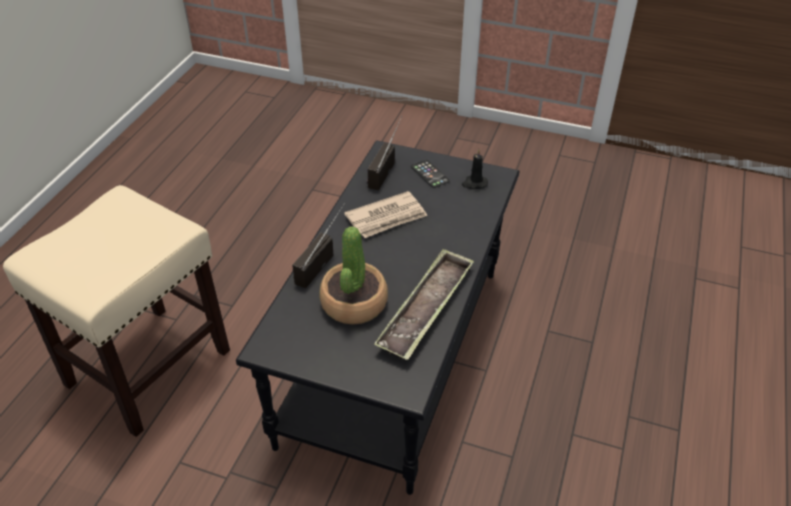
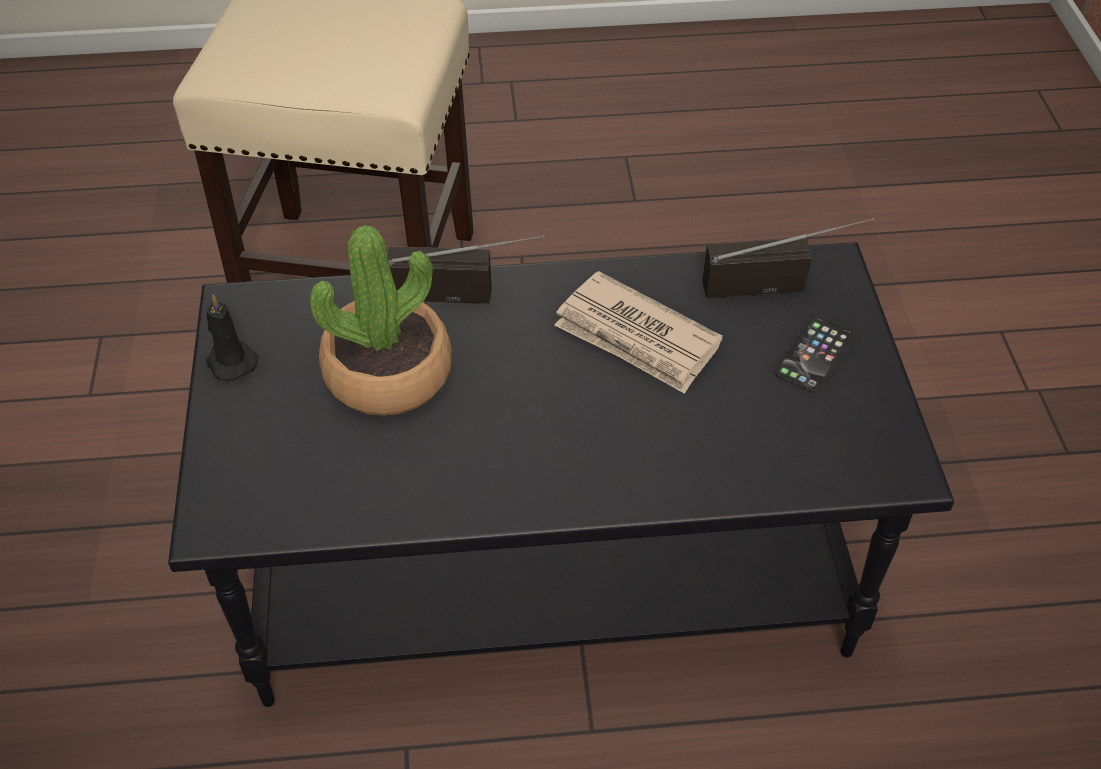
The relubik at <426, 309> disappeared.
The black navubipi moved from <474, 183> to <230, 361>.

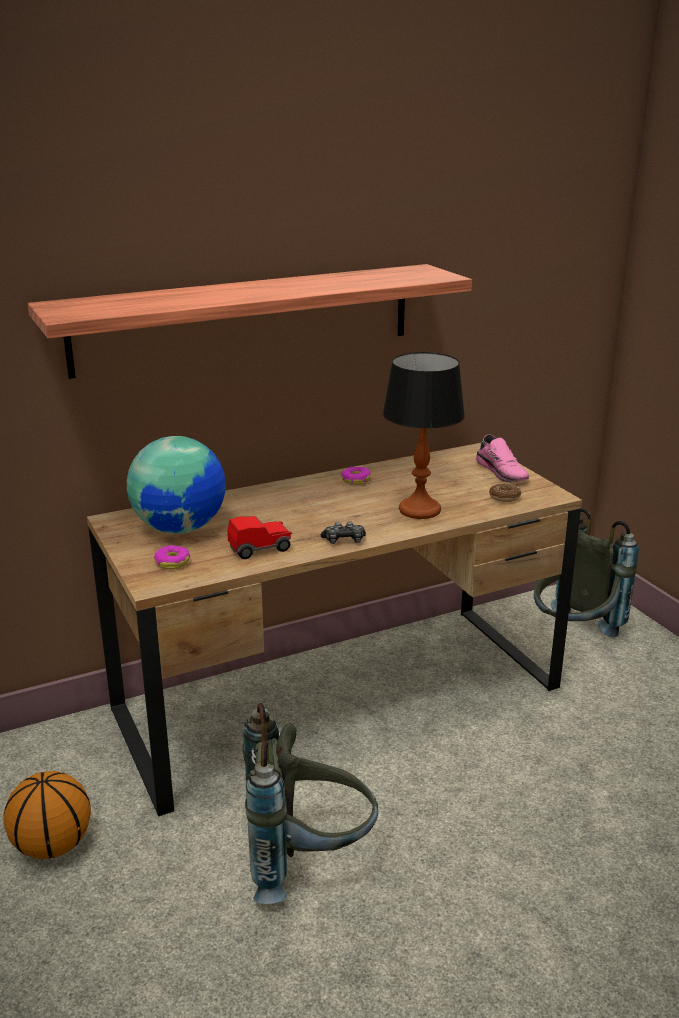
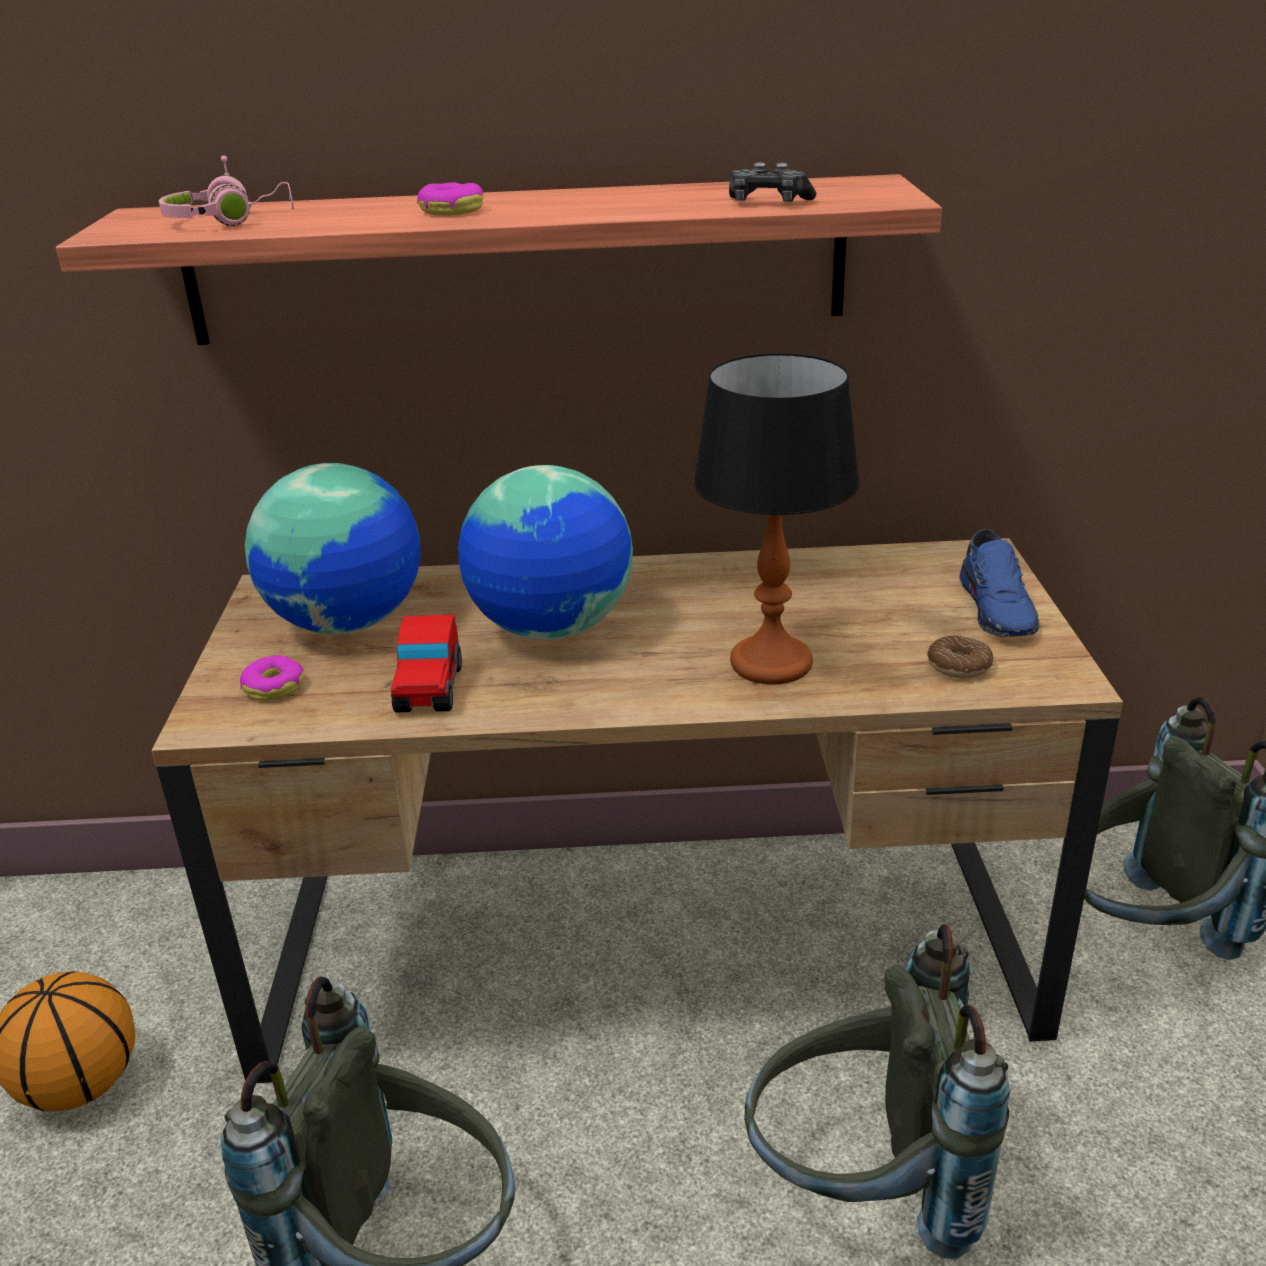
The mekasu at <260, 549> turned 90 degrees clockwise.
The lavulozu moved from <344, 541> to <768, 202>.
The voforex moved from <355, 480> to <451, 210>.
The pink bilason at <503, 472> became the blue bilason at <998, 609>.
The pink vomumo at <229, 221> appeared.
The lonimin at <552, 629> appeared.
The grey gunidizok at <863, 1190> appeared.

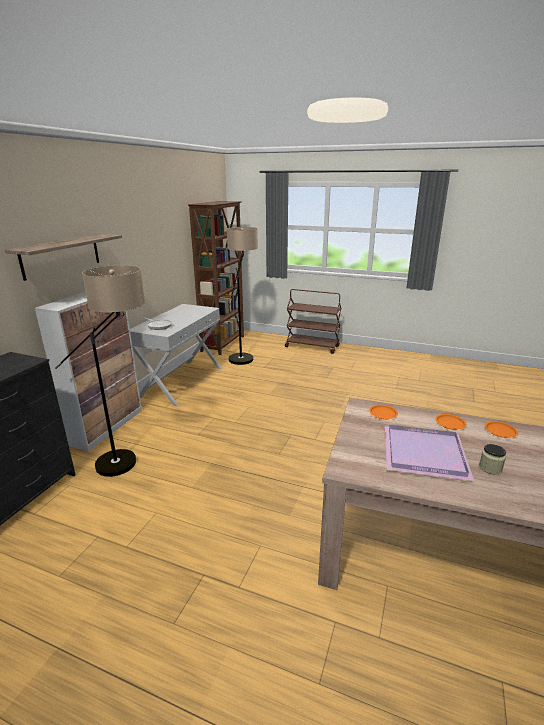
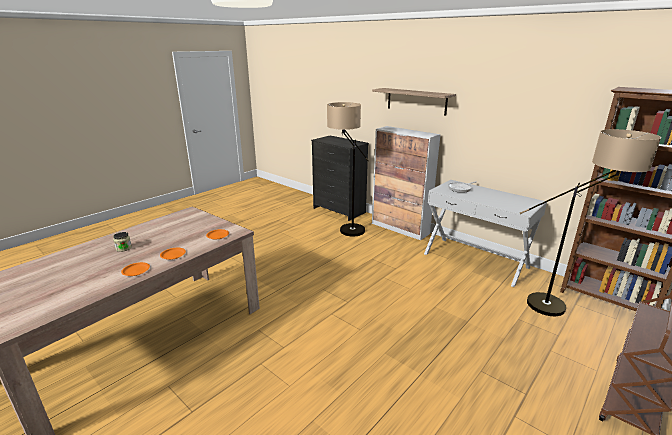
The purple relubik at <423, 454> disappeared.

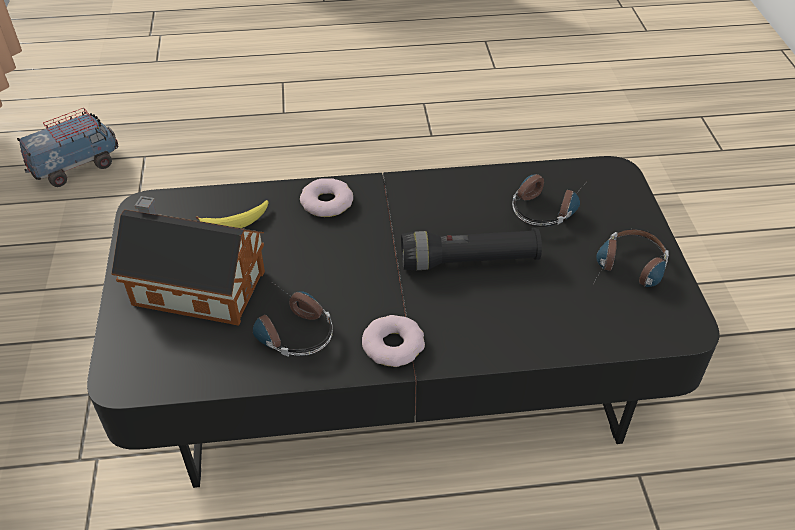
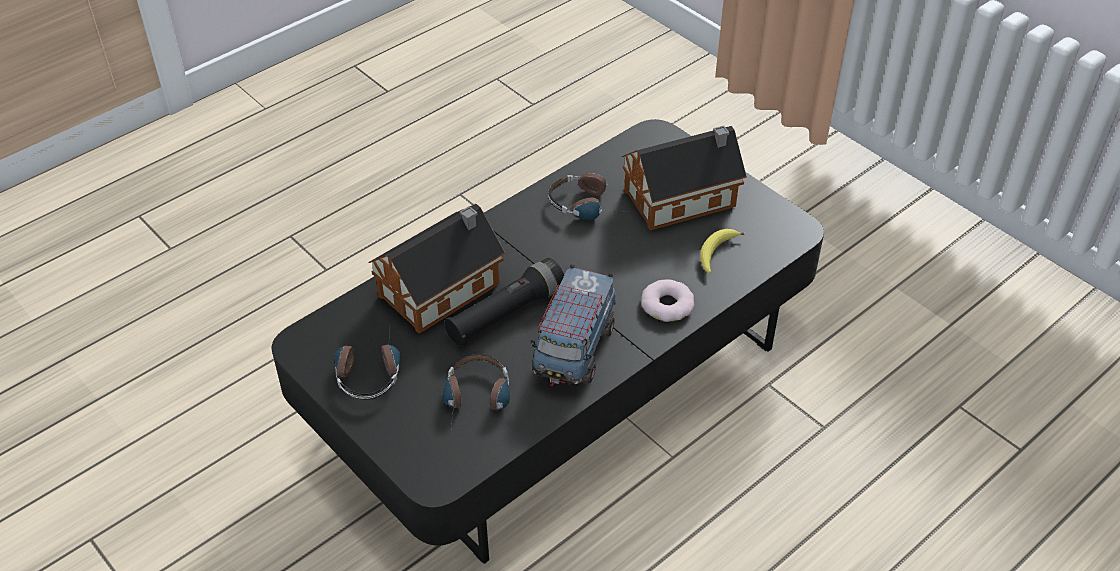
The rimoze moved from <76, 167> to <573, 350>.
The voforex at <393, 345> disappeared.
The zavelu at <444, 288> appeared.

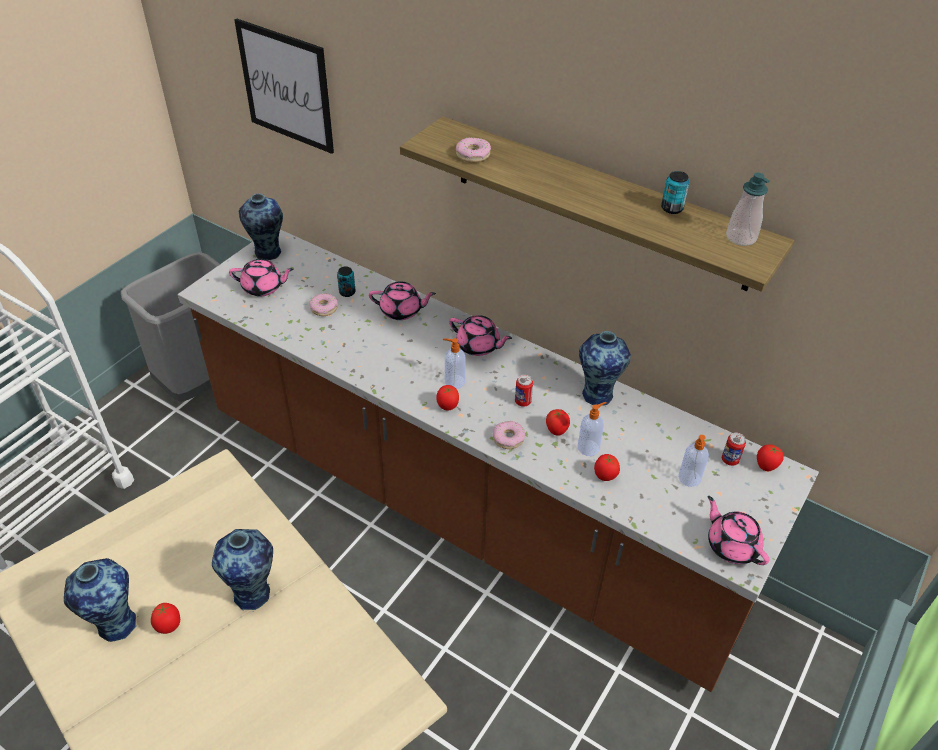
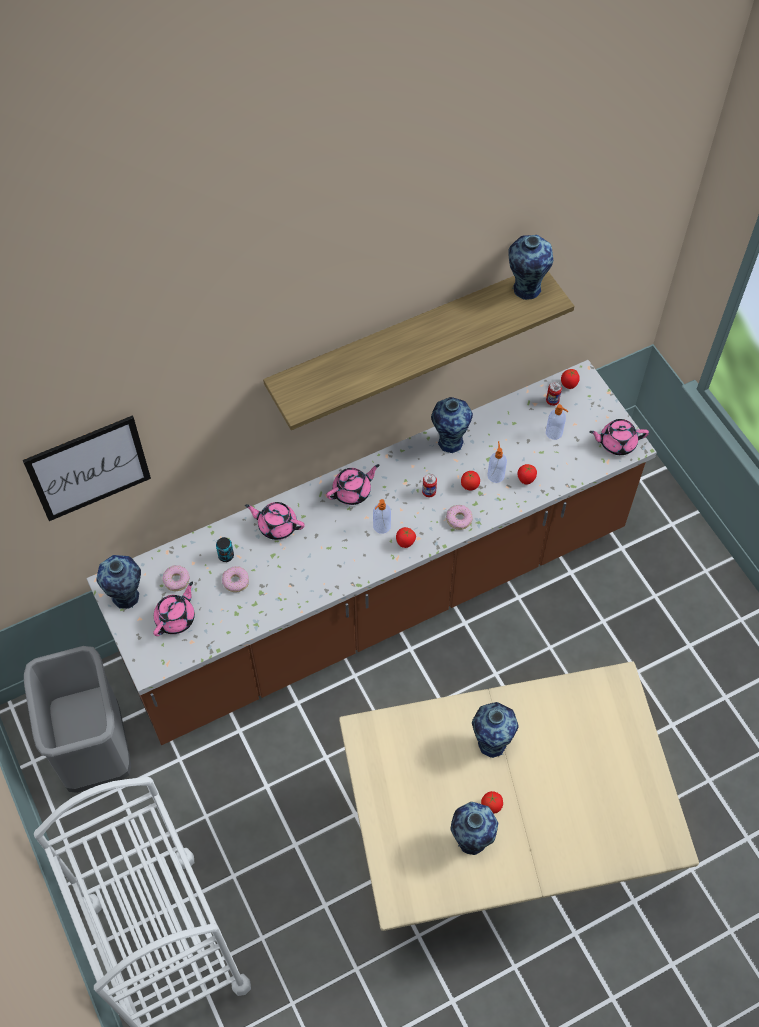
The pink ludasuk at <402, 311> turned 105 degrees counterclockwise.
The voforex moved from <473, 155> to <176, 580>.
The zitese at <672, 208> disappeared.
The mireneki at <741, 237> was replaced by the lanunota at <525, 289>.

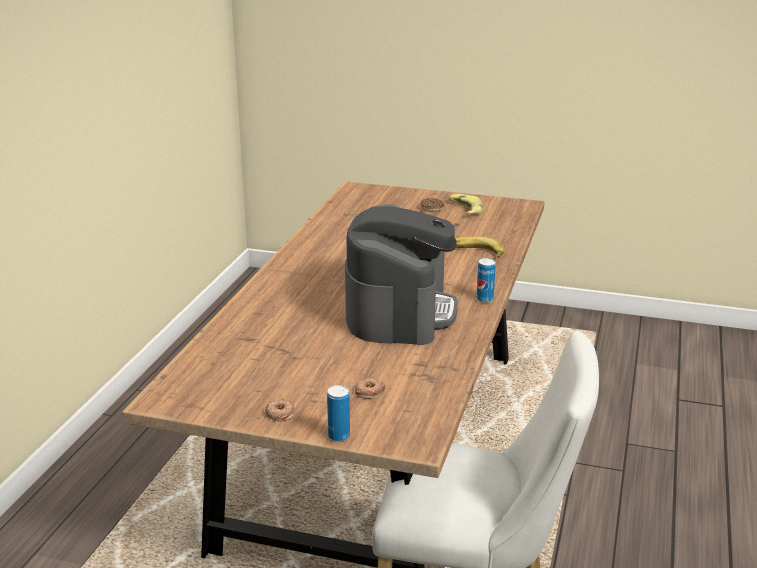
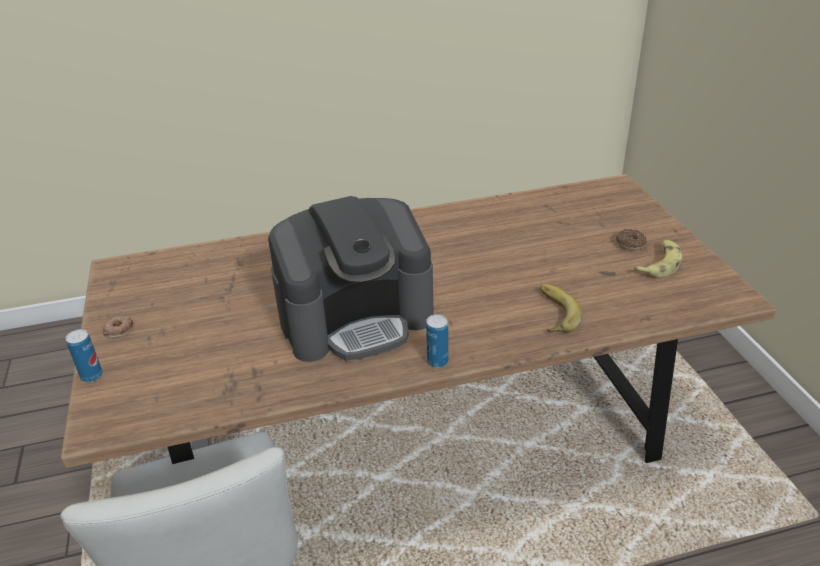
The voforex at <369, 391> disappeared.

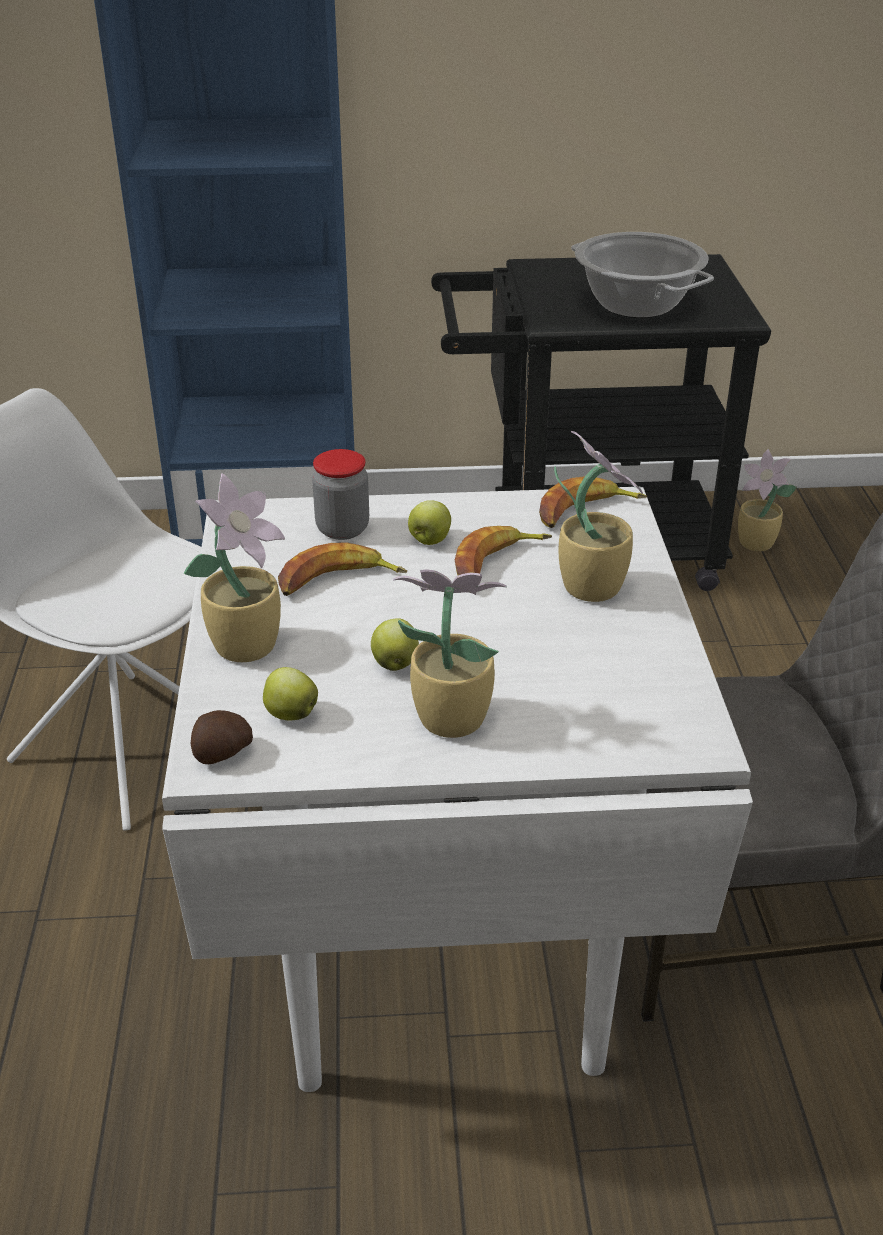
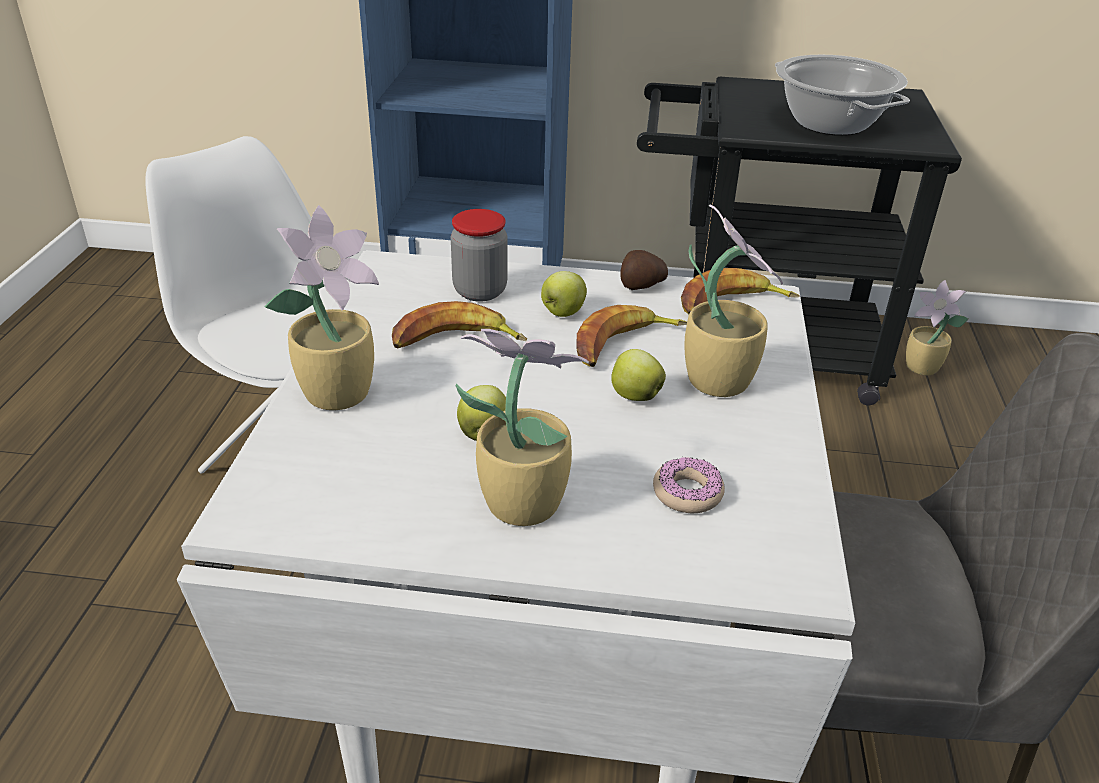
The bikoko moved from <221, 754> to <640, 286>.
The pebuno moved from <290, 714> to <634, 395>.
The voforex at <687, 493> appeared.

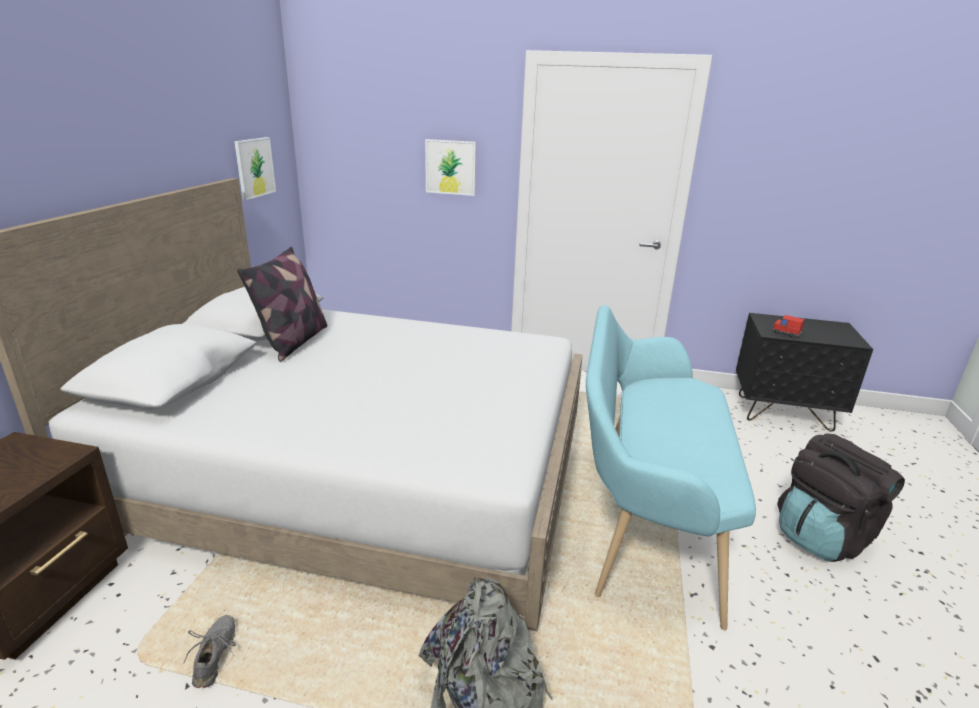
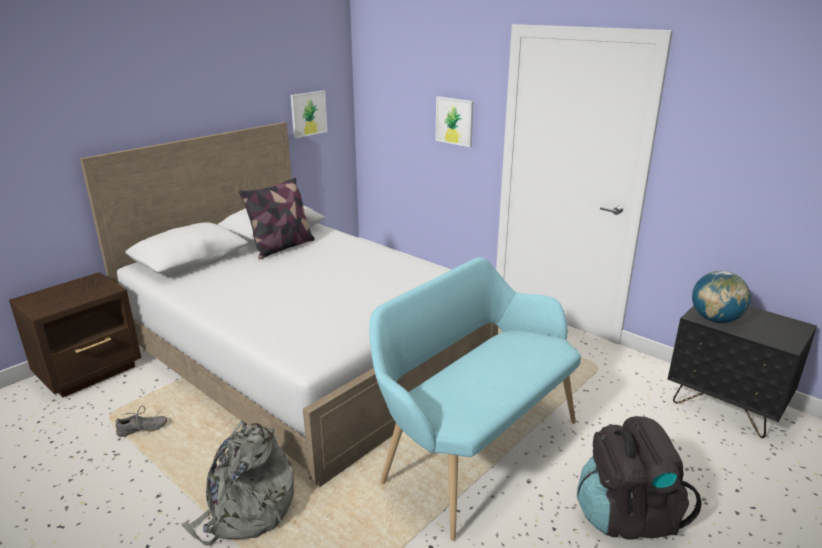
The grey bilason at <215, 655> turned 45 degrees clockwise.
The red mekasu at <786, 333> was replaced by the lonimin at <715, 320>.

